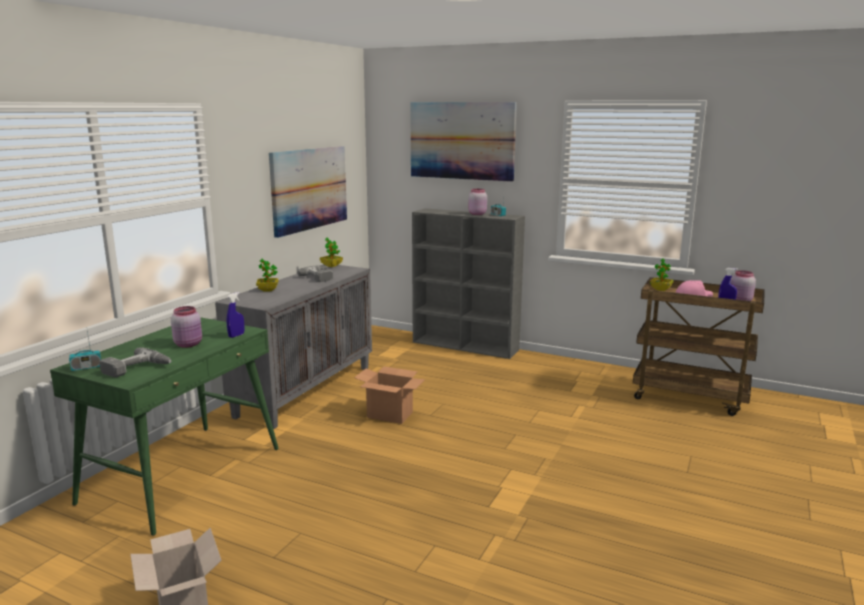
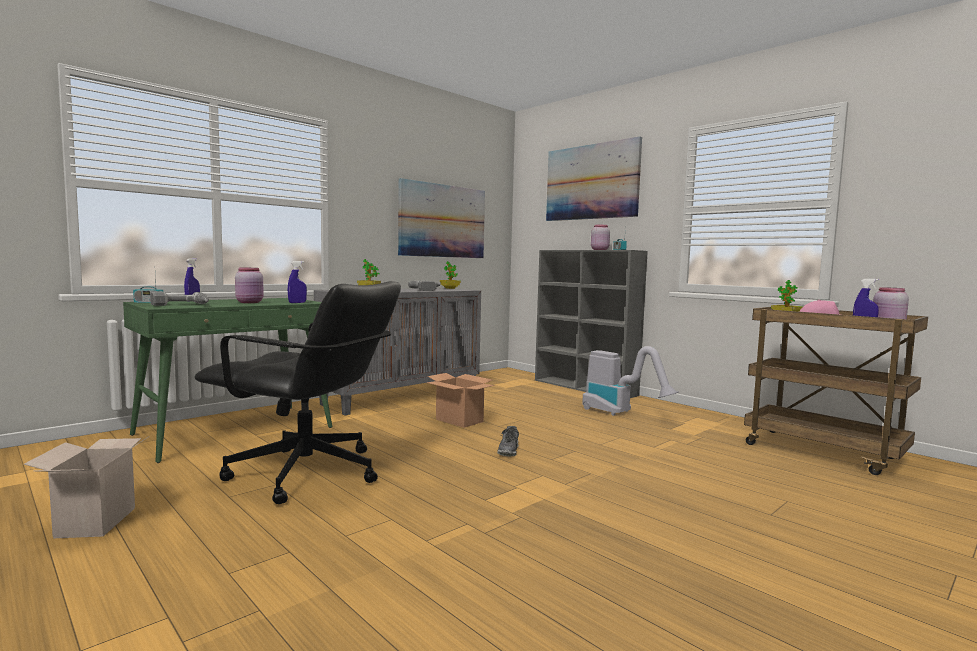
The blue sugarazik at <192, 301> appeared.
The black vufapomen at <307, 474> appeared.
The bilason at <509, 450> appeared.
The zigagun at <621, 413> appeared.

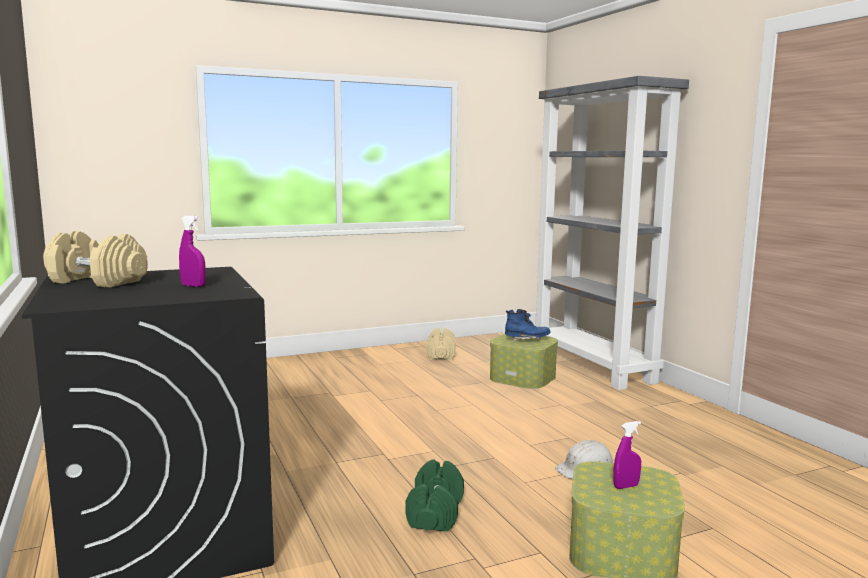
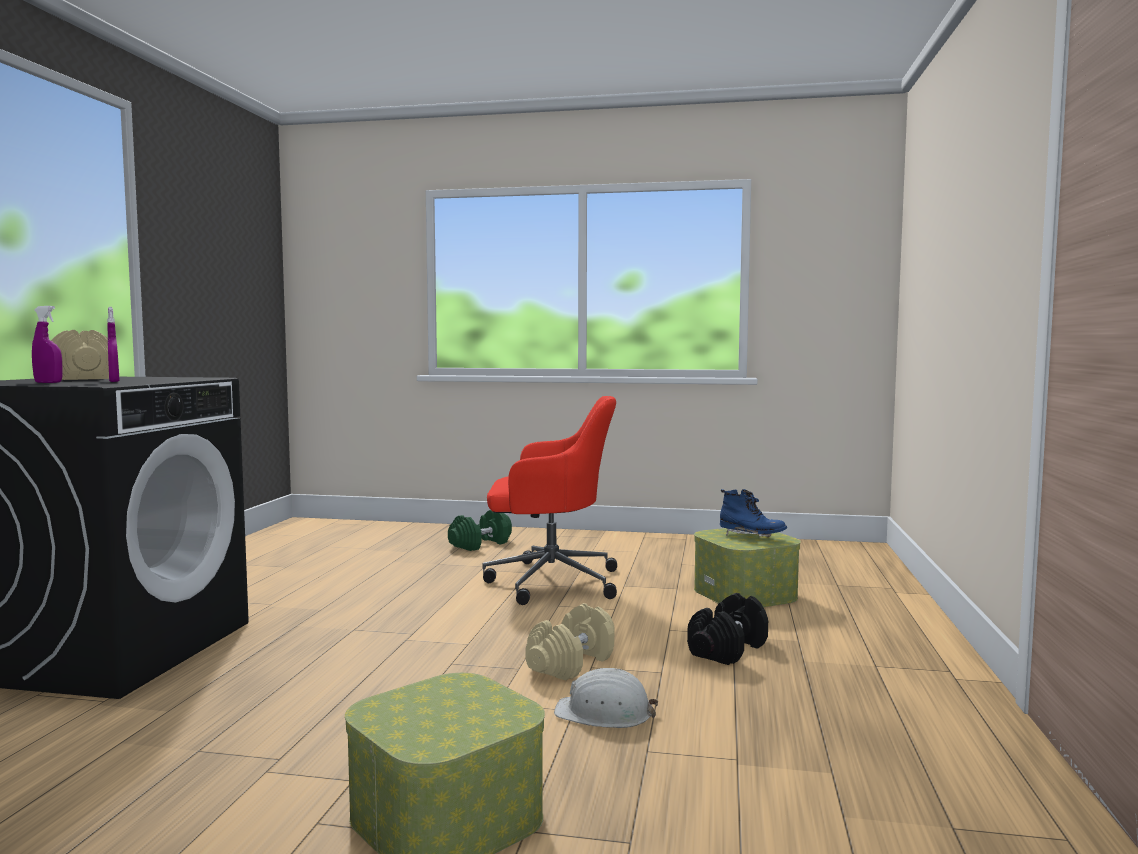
The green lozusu moved from <435, 513> to <480, 544>.
The beige lozusu moved from <441, 355> to <571, 663>.
The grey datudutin at <593, 366> disappeared.
The purple sugarazik moved from <626, 486> to <48, 382>.
The red vufapomen at <549, 581> appeared.
The black lozusu at <728, 650> appeared.

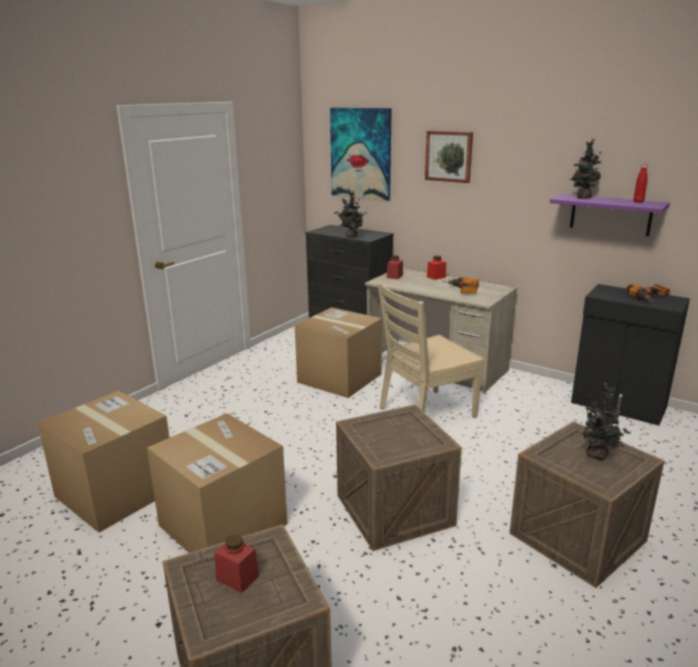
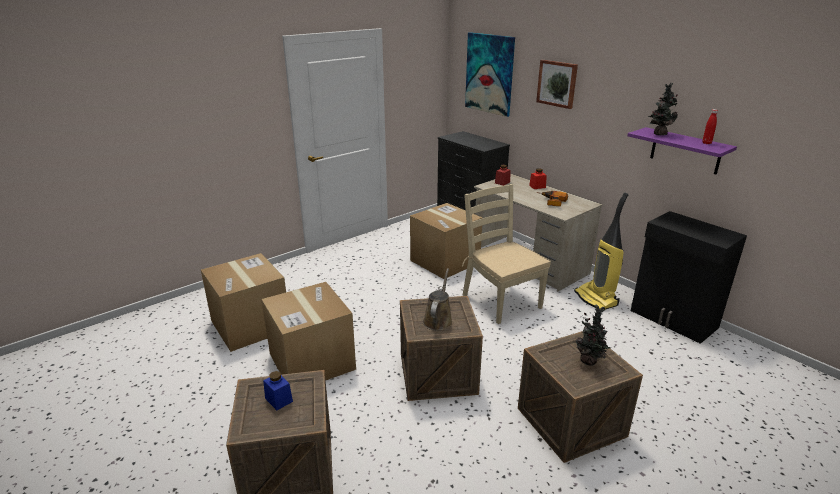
The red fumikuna at <237, 578> became the blue fumikuna at <279, 400>.
The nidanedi at <351, 237> disappeared.
The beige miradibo at <426, 413> turned 75 degrees clockwise.
The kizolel at <650, 298> disappeared.
The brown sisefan at <438, 320> appeared.
The zigagun at <596, 299> appeared.

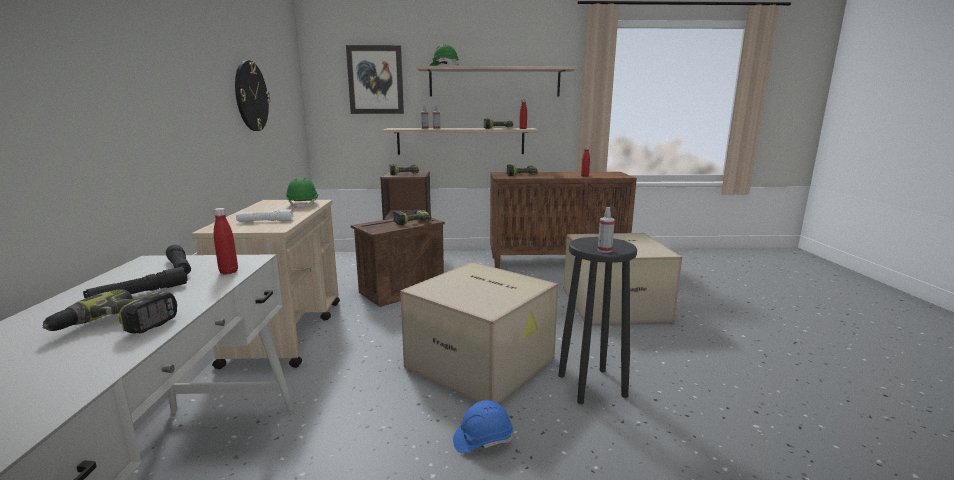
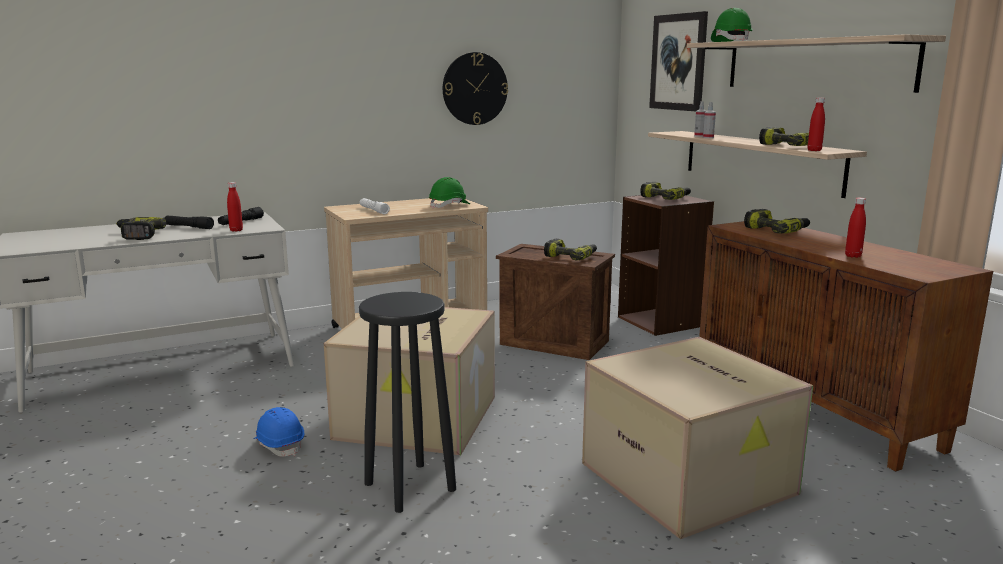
The sugarazik at <604, 250> disappeared.

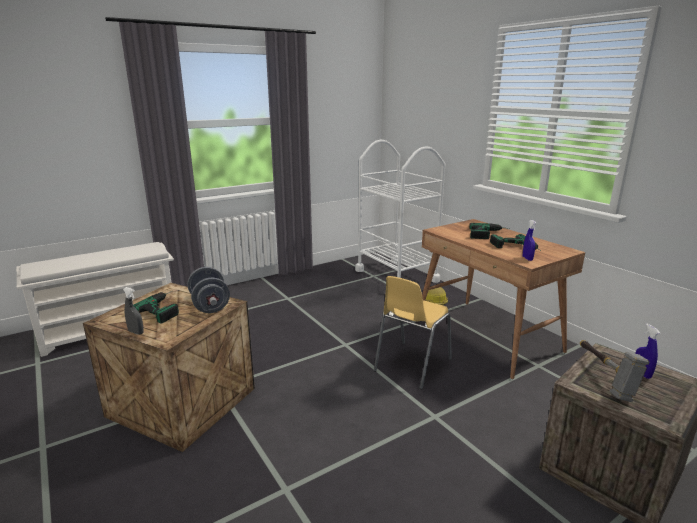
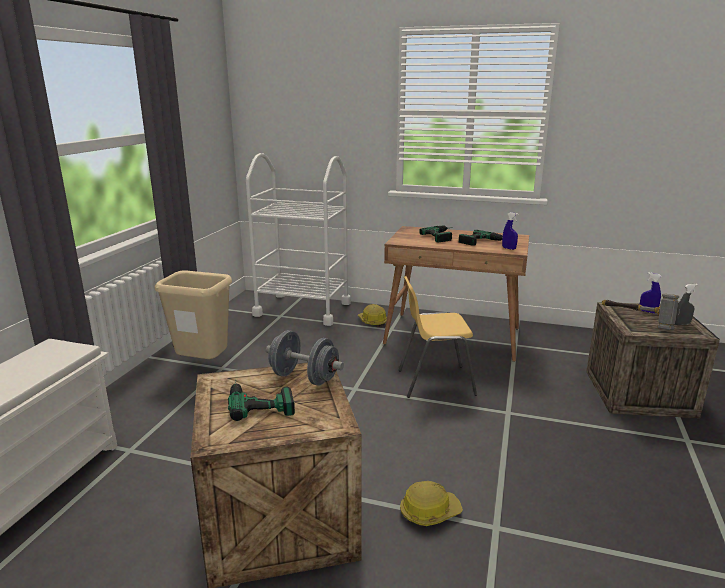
The grey sugarazik moved from <136, 332> to <682, 324>.
The yellow miradibo at <411, 365> turned 90 degrees clockwise.
The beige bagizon at <204, 365> appeared.
The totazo at <429, 512> appeared.

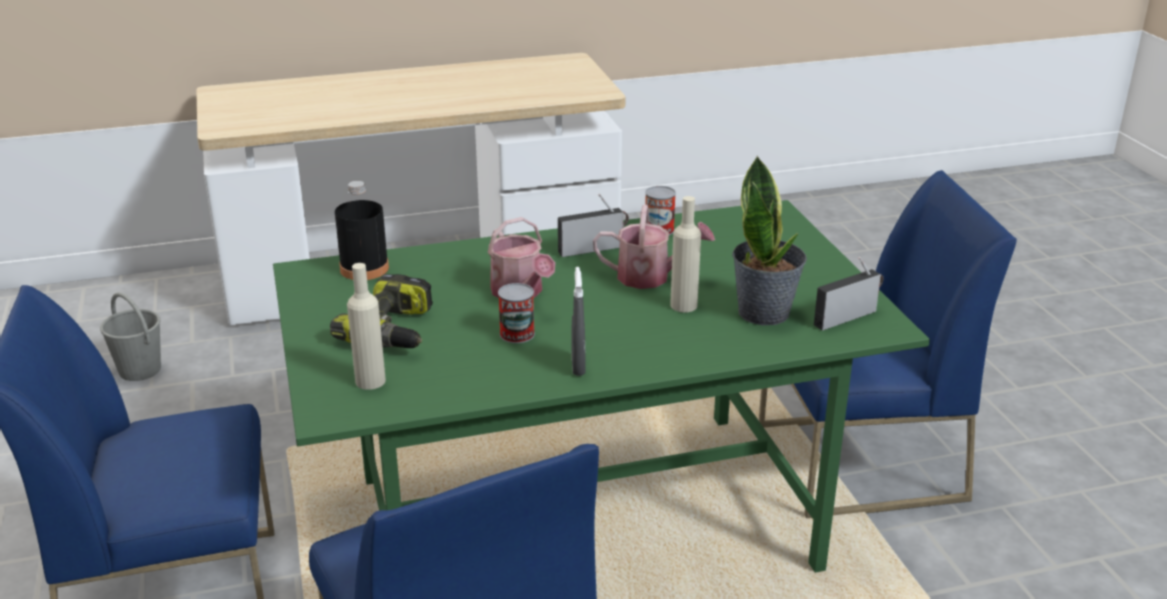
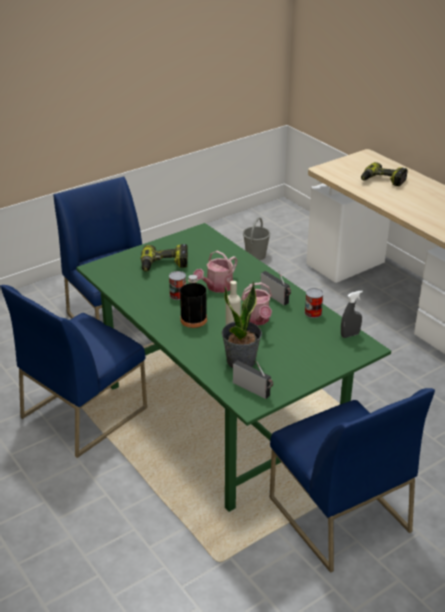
The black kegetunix moved from <364, 269> to <193, 320>.
The beige kegetunix at <370, 381> disappeared.
The grey sugarazik moved from <578, 366> to <350, 335>.
The kizolel at <382, 181> appeared.

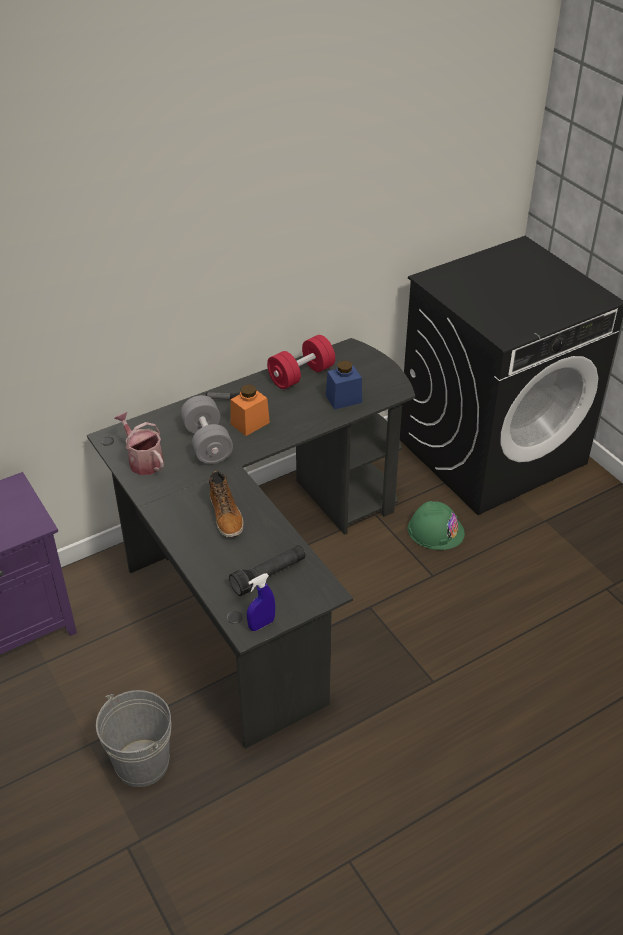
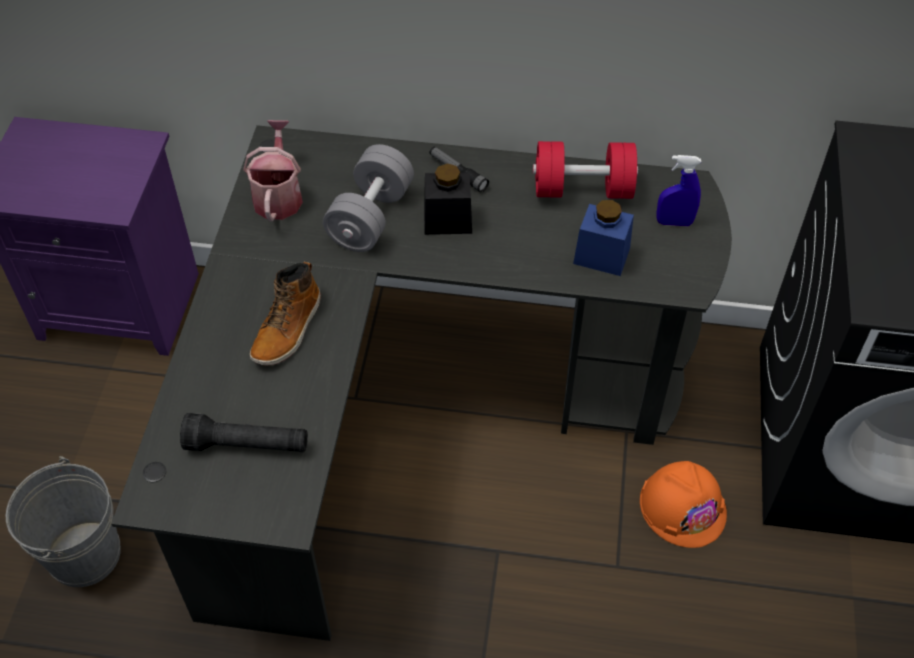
The orange fumikuna at <250, 423> became the black fumikuna at <448, 220>.
The blue sugarazik moved from <261, 624> to <674, 222>.
The green totazo at <435, 530> became the orange totazo at <683, 506>.

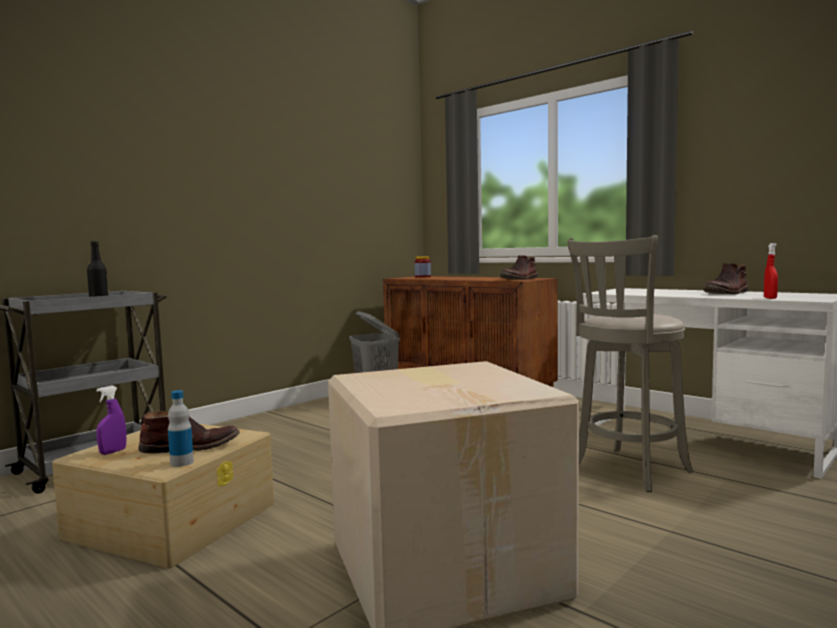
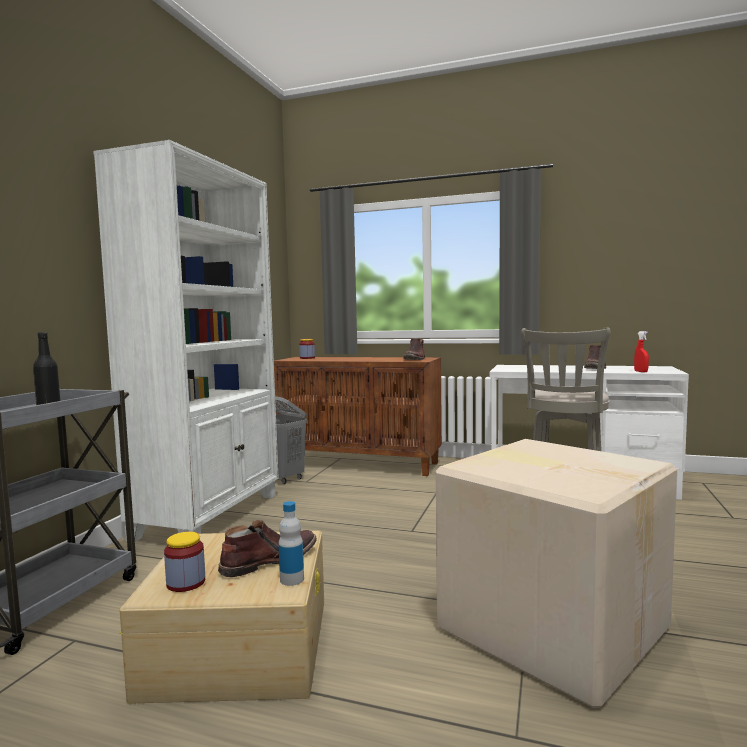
The purple sugarazik at <113, 452> was replaced by the fumikuna at <186, 583>.
The white datudutin at <210, 515> appeared.

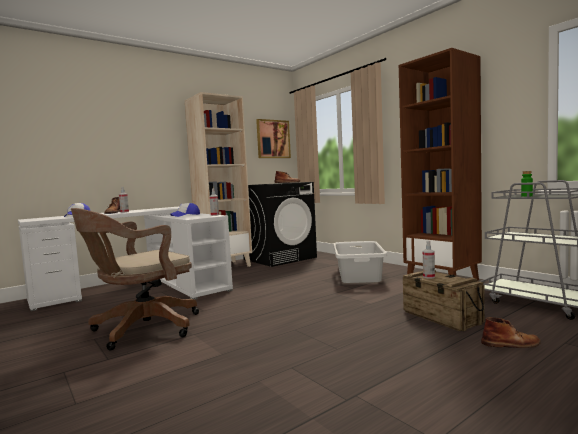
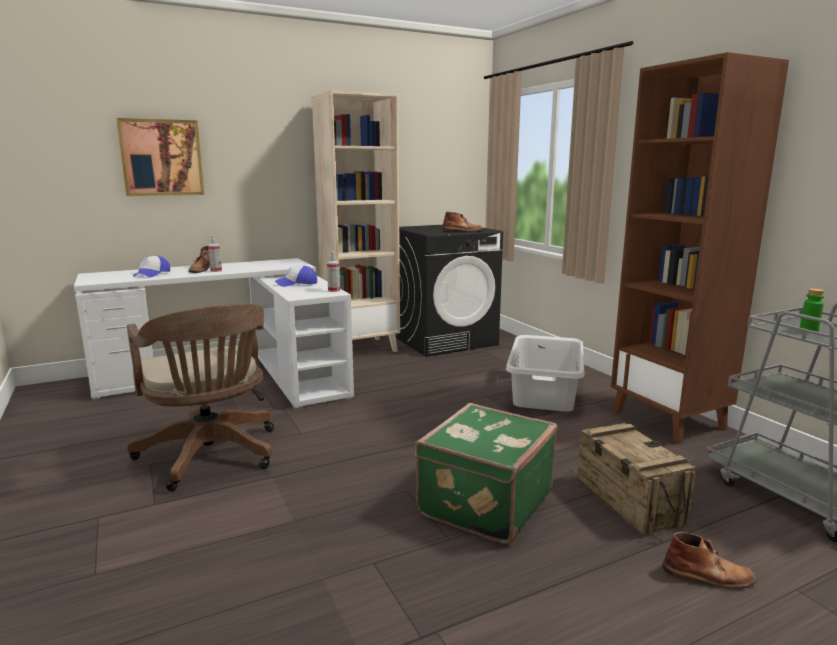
The brown vufapomen at <141, 329> turned 90 degrees counterclockwise.
The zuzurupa moved from <273, 139> to <161, 157>.
The sugarazik at <429, 277> disappeared.
The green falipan at <483, 502> appeared.

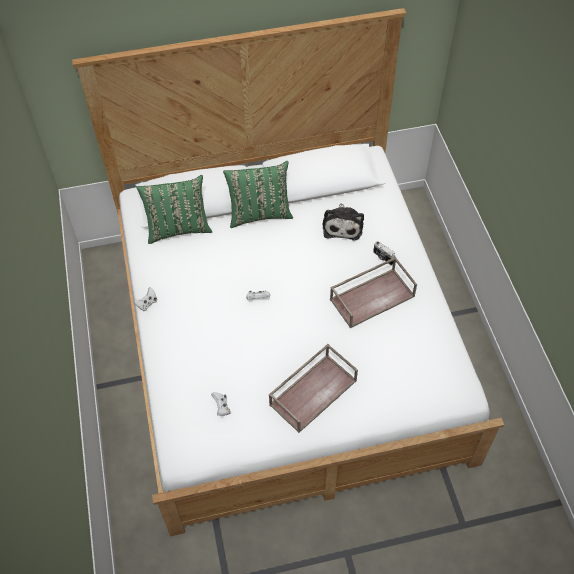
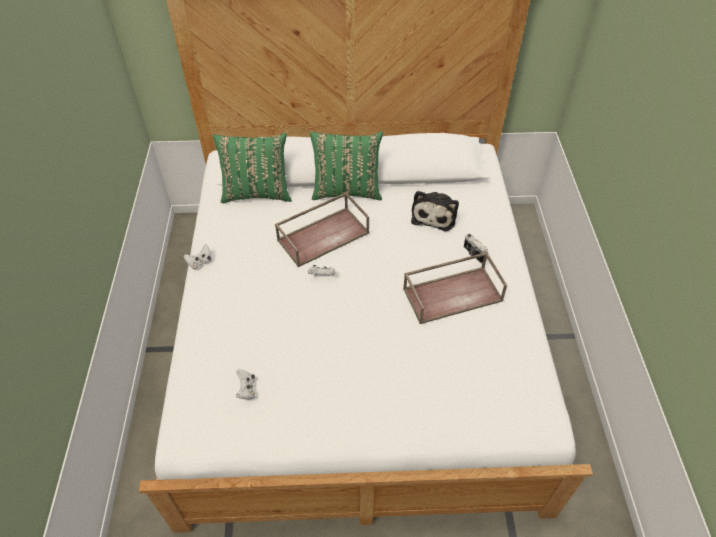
The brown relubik moved from <313, 391> to <323, 235>.

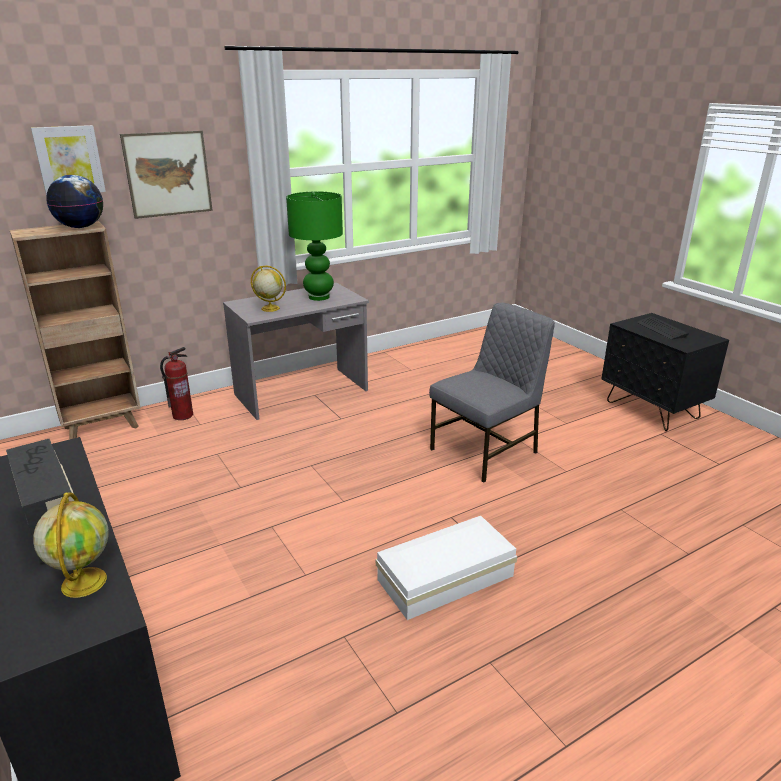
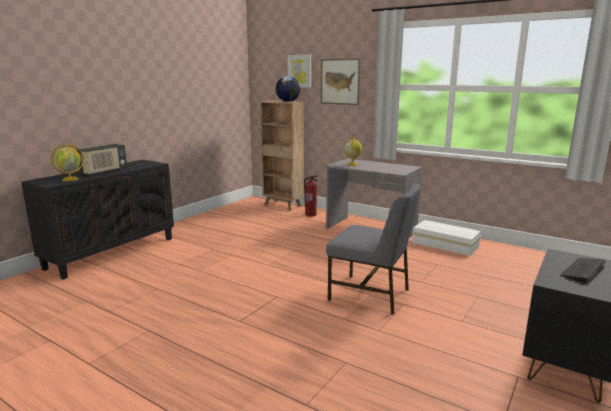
The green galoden at <319, 297> disappeared.
The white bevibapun moved from <448, 578> to <445, 245>.

